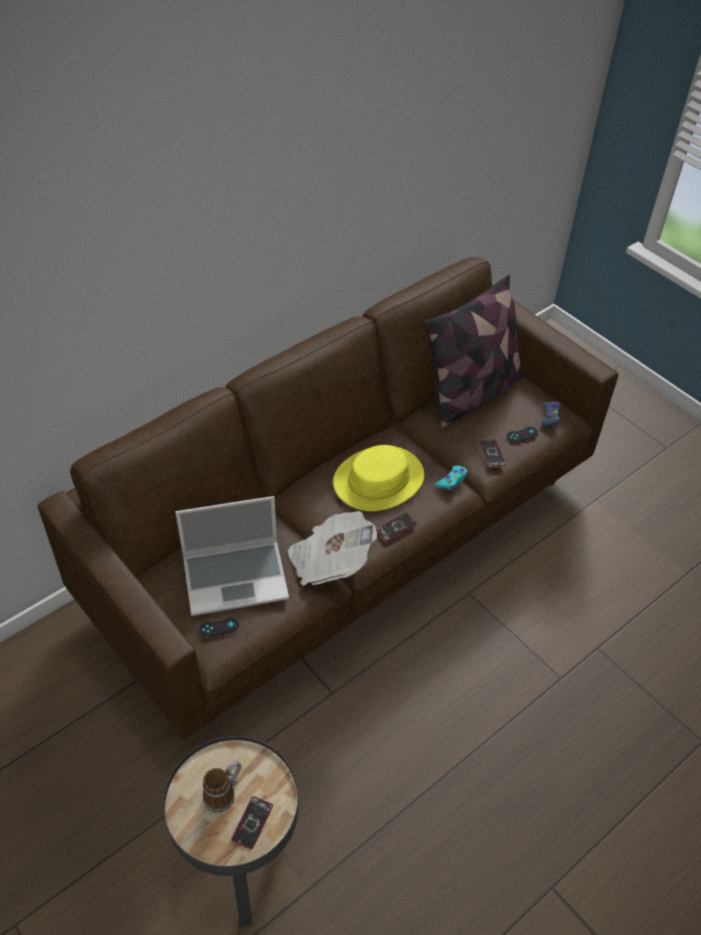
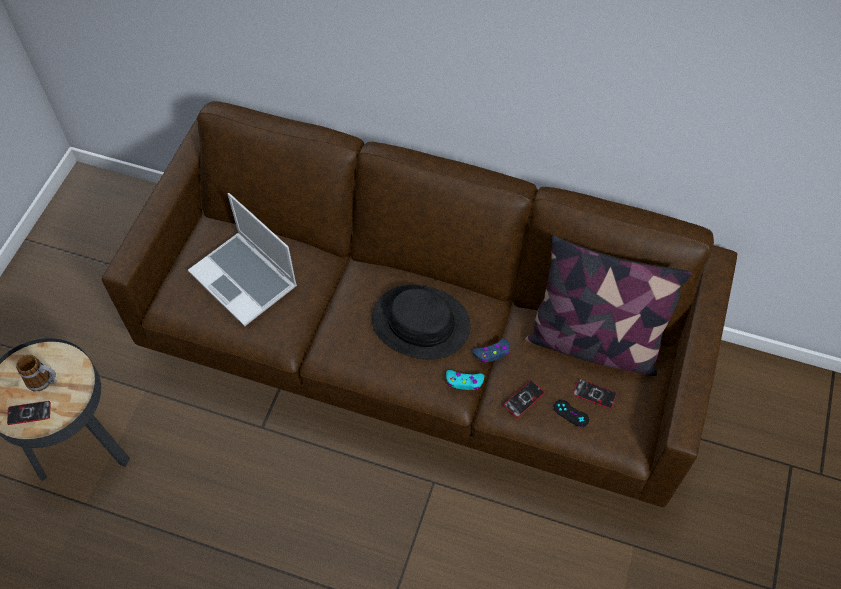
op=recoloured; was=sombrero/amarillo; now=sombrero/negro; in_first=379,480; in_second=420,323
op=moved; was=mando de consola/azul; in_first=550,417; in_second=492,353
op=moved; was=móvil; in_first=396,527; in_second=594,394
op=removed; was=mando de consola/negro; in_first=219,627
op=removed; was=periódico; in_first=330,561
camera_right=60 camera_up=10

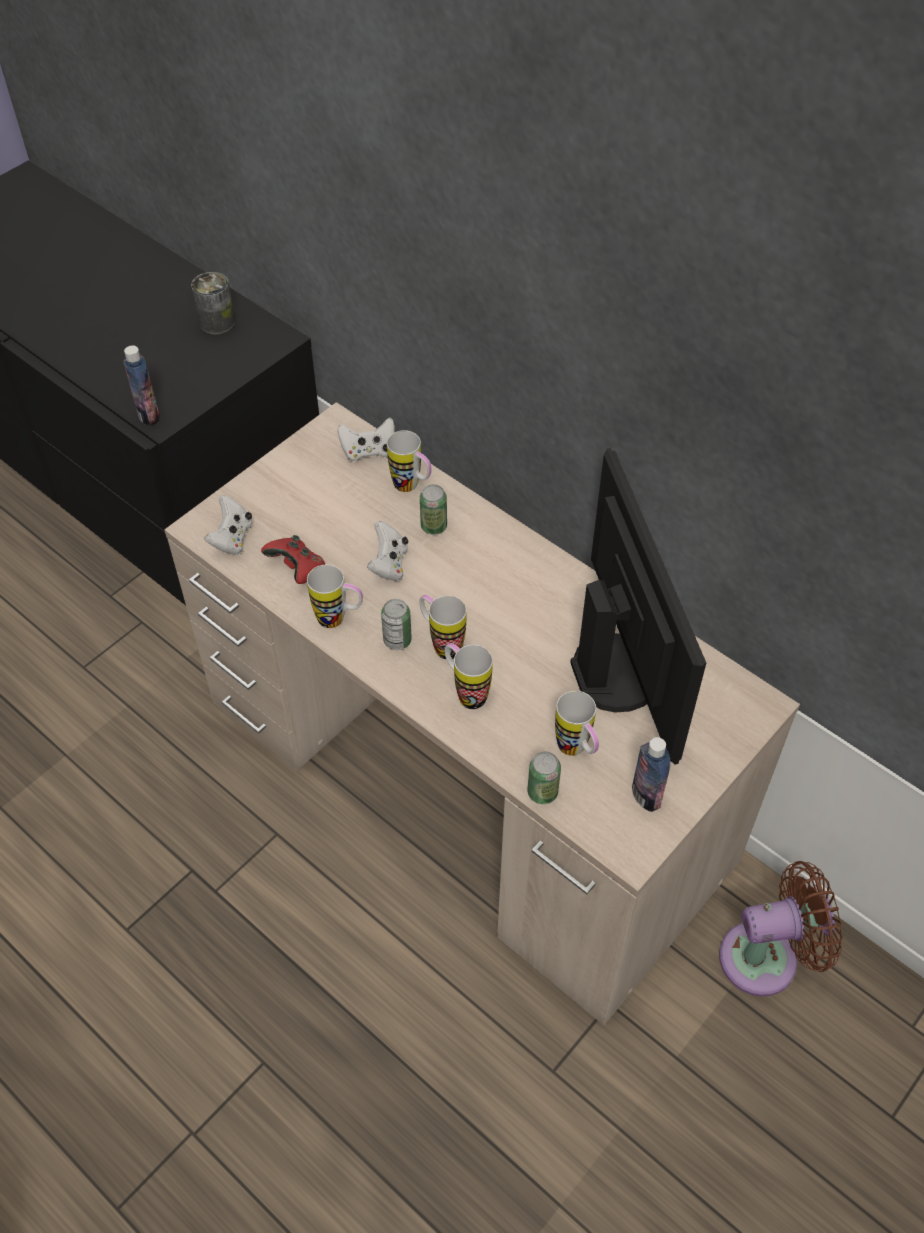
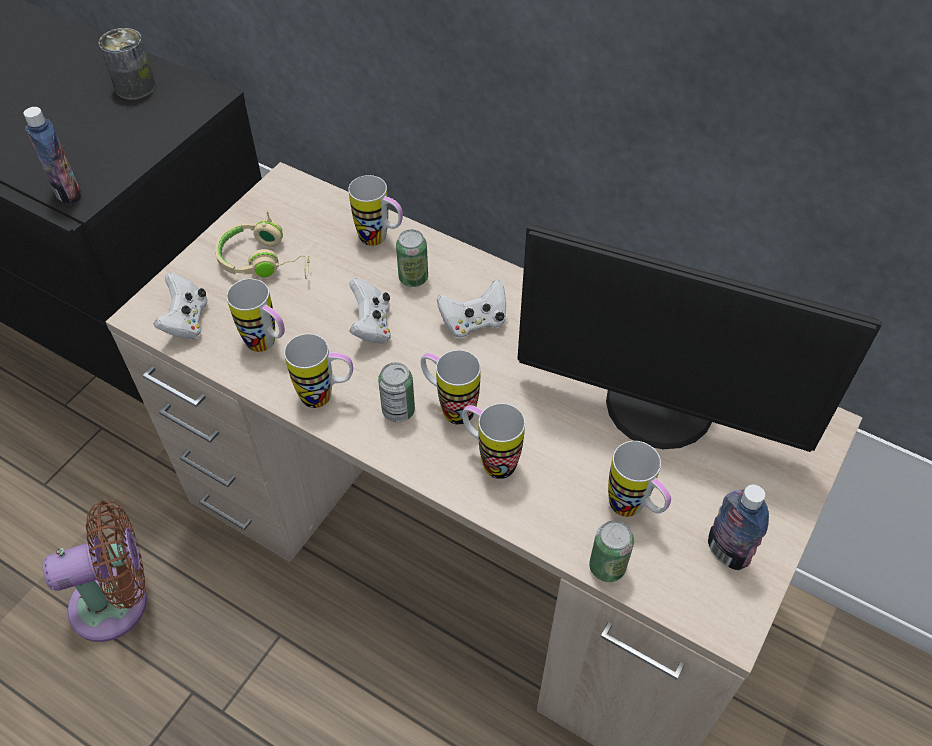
op=moved; was=ventilador/marrón; in_first=767,957; in_second=118,602
op=added; now=auriculares/beis; in_second=265,261
op=replaced; was=mando de consola/rojo; now=taza grande; in_first=297,569; in_second=268,345
op=moved; was=mando de consola/blanco; in_first=368,451; in_second=474,322
op=turned; was=monitor; in_first=620,671; in_second=658,409; clockwise=135
camera_right=-10 camera_up=0

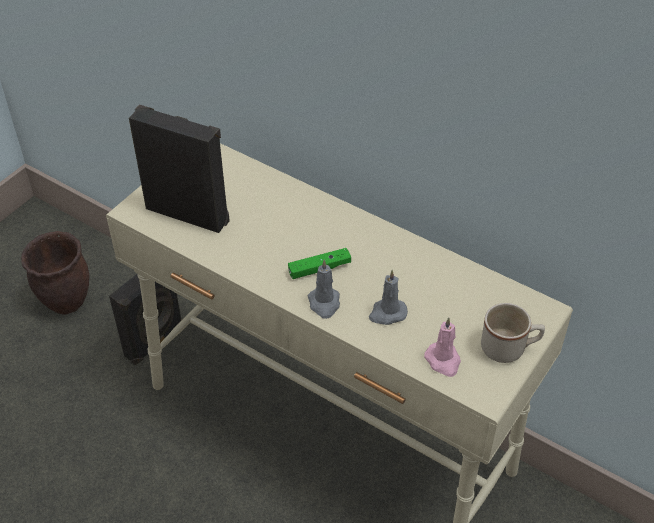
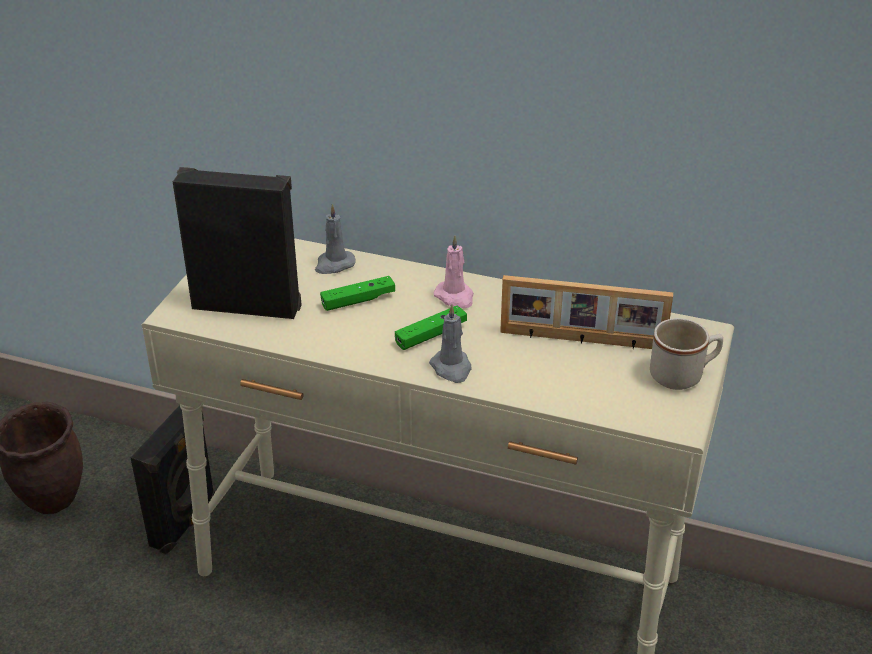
op=moved; was=vela/gris; in_first=387,313; in_second=334,264
op=added; now=mando de consola/verde; in_second=358,300
op=moved; was=vela/rosa; in_first=443,361; in_second=455,297
op=added; now=portarretratos; in_second=582,341
camera_right=-15 camera_up=-10

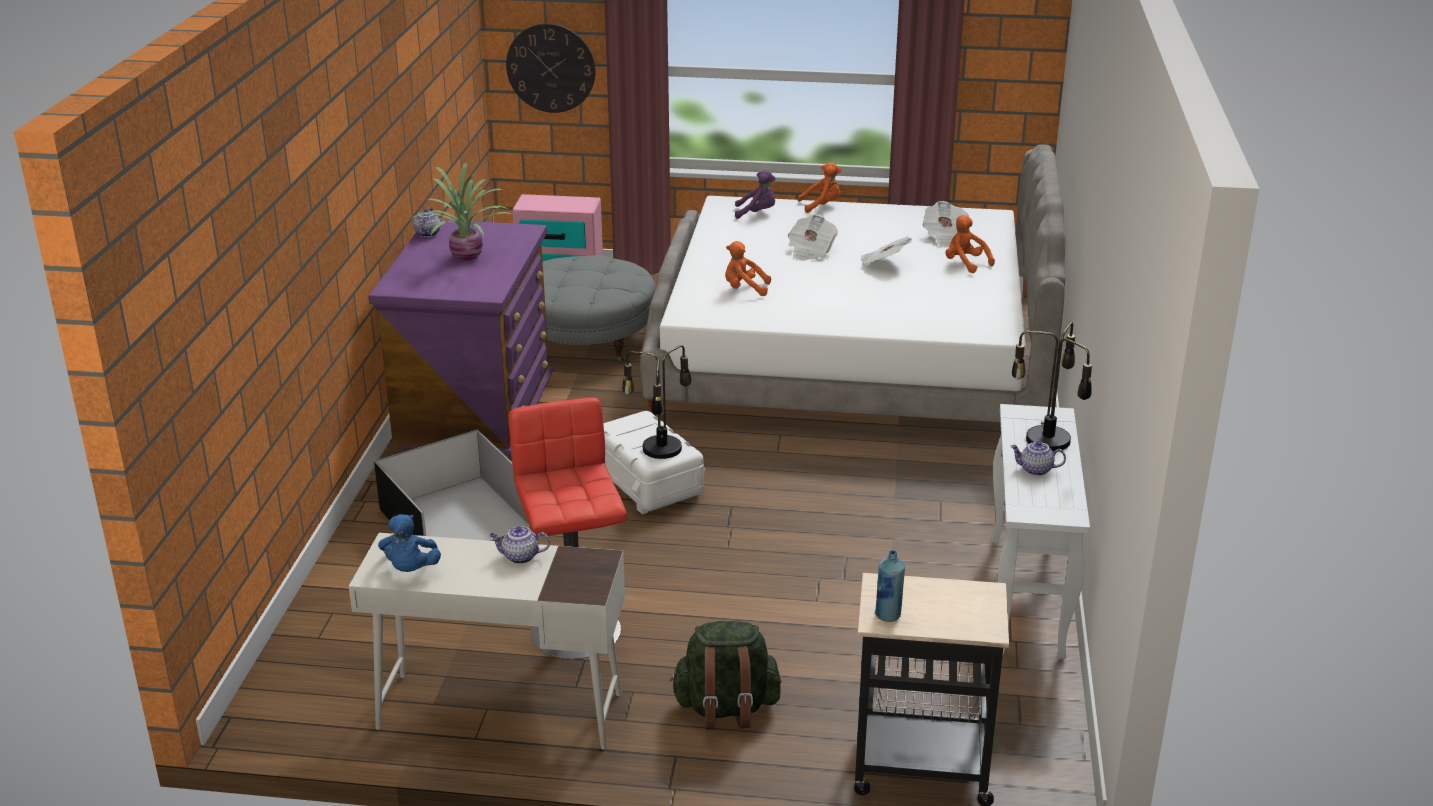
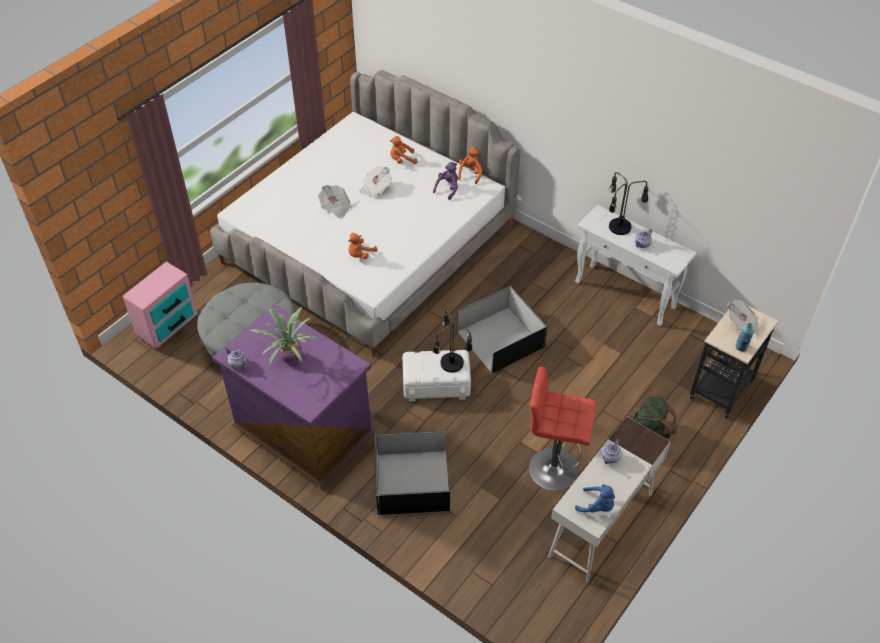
op=moved; was=peluche/morado; in_first=757,213; in_second=448,188
op=added; now=caja de almacenaje/negro; in_second=499,338
op=moved; was=peluche/naranja; in_first=821,206; in_second=470,173
op=moved; was=periódico; in_first=945,237; in_second=742,324
op=removed; was=reloj de pared; in_first=551,68
camera_right=-60 camera_up=20

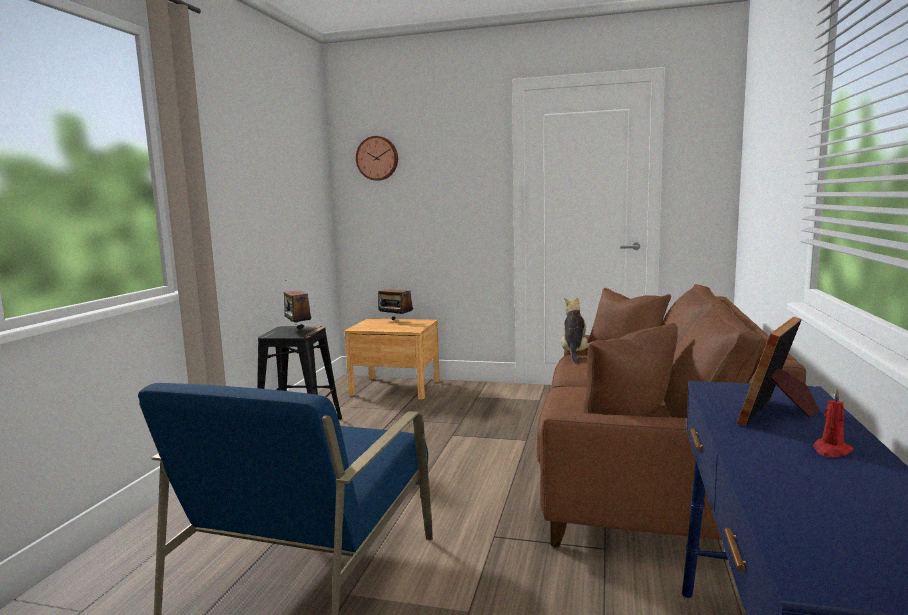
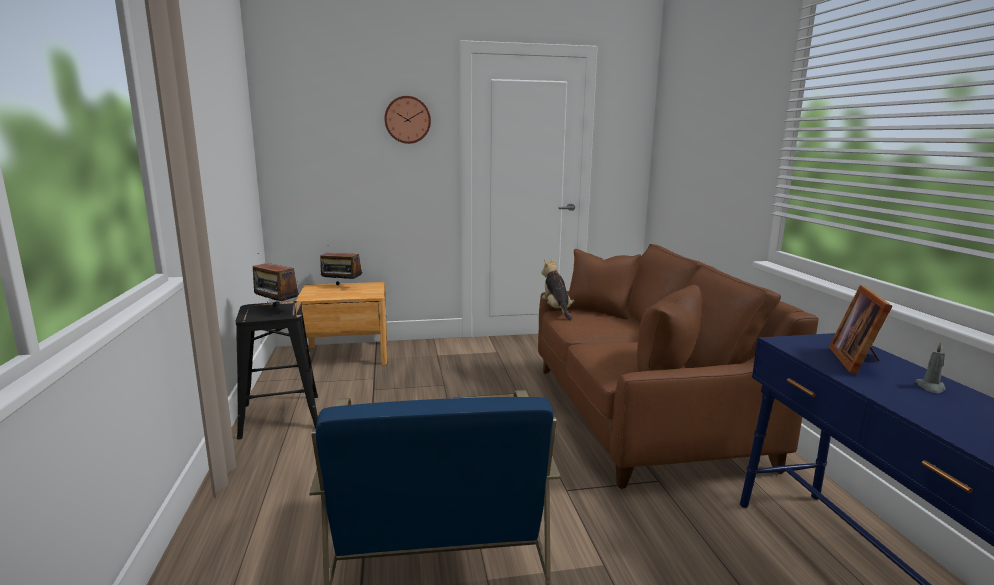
op=moved; was=reloj de pared; in_first=377,158; in_second=407,120
op=recoloured; was=vela/rojo; now=vela/gris; in_first=831,450; in_second=930,387
camera_right=-25 camera_up=5

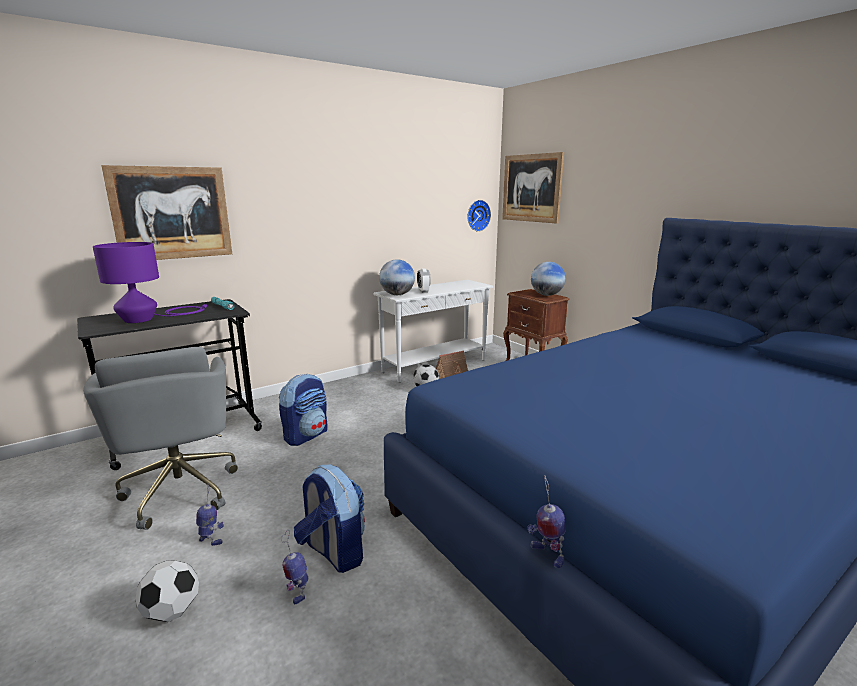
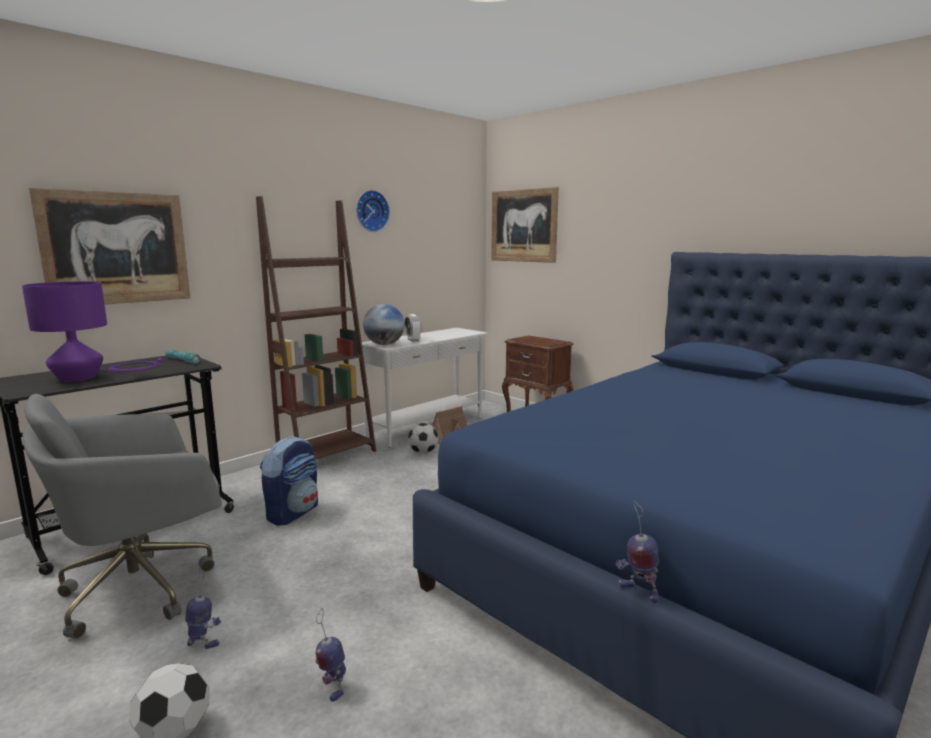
op=turned; was=silla de oficina/gris; in_first=180,490; in_second=145,589; clockwise=90
op=added; now=estantería/marrón; in_second=327,455
op=moved; was=reloj de pared; in_first=477,215; in_second=371,211
op=removed; was=mochila; in_first=333,552
op=removed; was=globo terráqueo; in_first=546,295
camera_right=-10 camera_up=-5

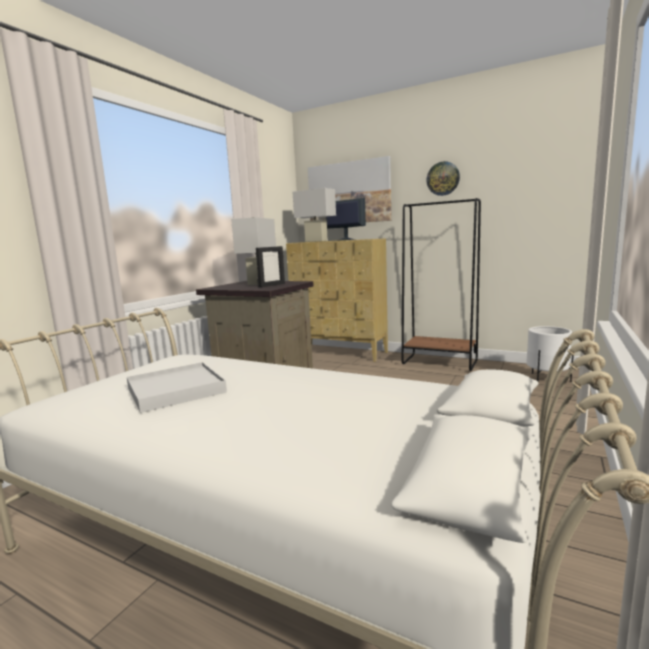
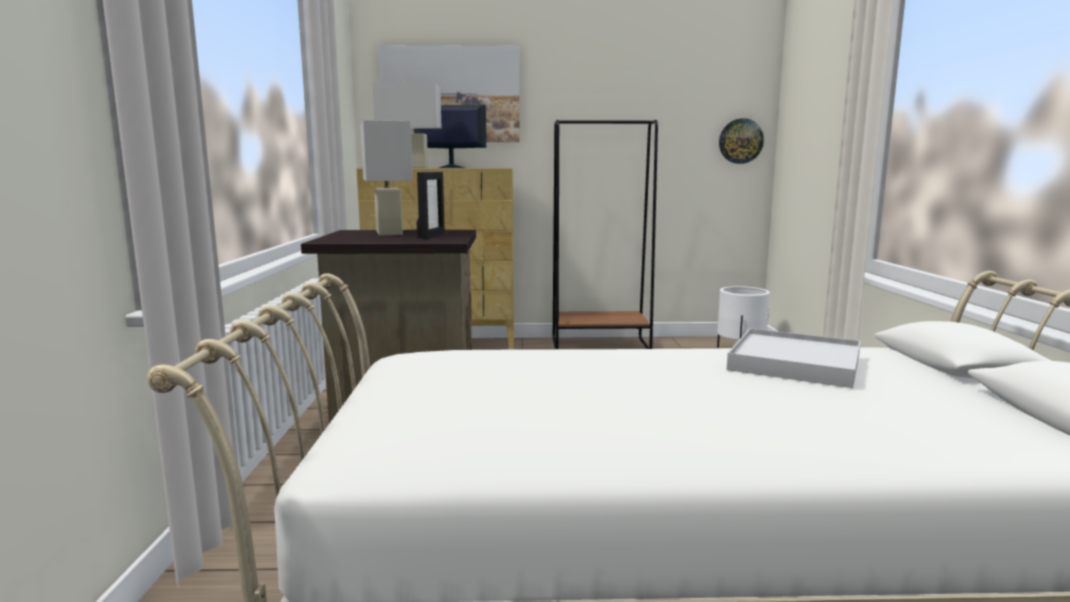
op=moved; was=reloj de pared; in_first=443,178; in_second=740,141
op=moved; was=bandeja/blanco; in_first=175,390; in_second=795,363
camera_right=-30 camera_up=0

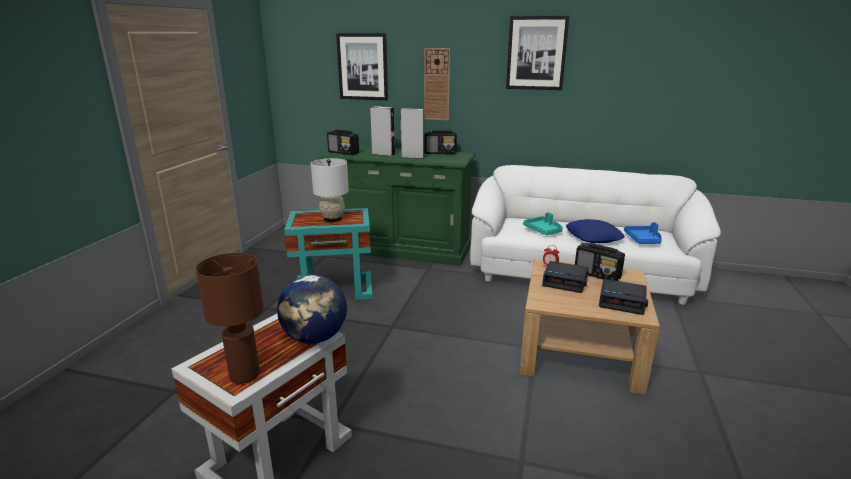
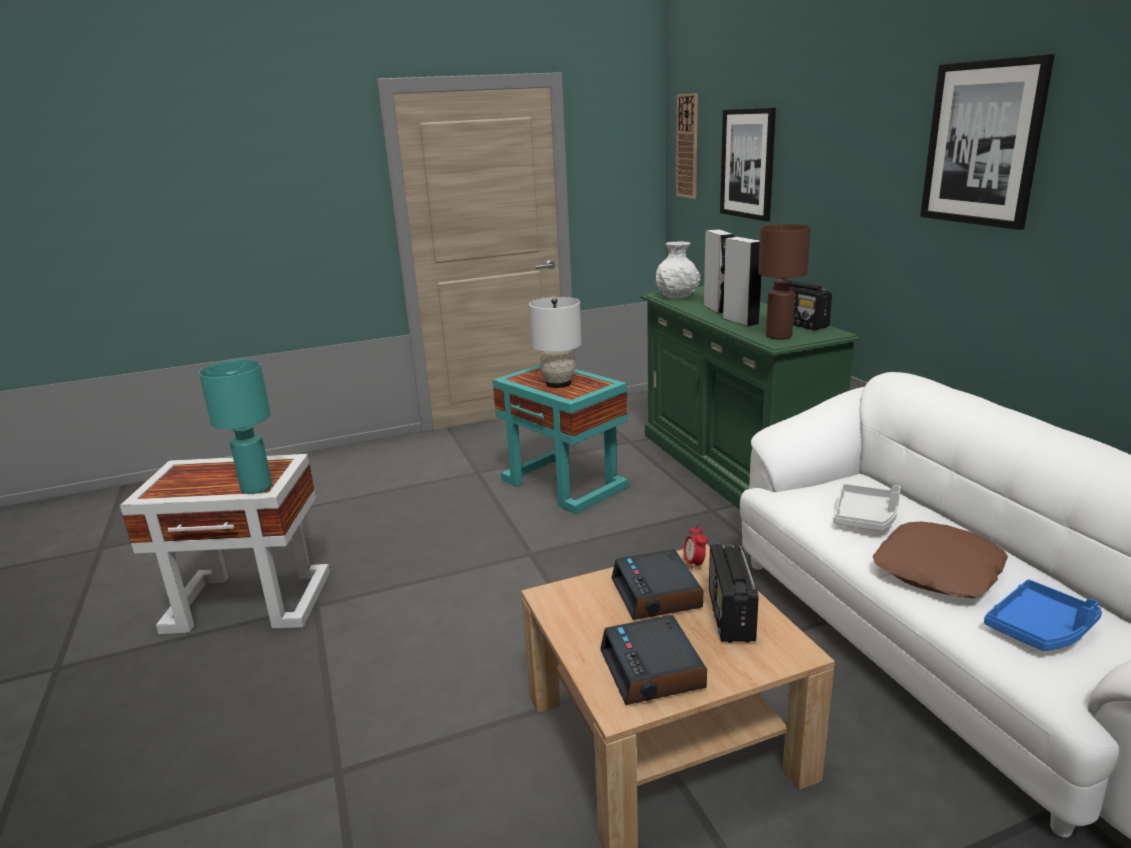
op=replaced; was=globo terráqueo; now=lámpara de mesa/turquesa; in_first=315,338; in_second=257,488
op=replaced; was=radio; now=florero/blanco; in_first=343,153; in_second=678,297
op=moved; was=reloj de pared; in_first=437,84; in_second=687,146
op=moved; was=lámpara de mesa/marrón; in_first=244,375; in_second=778,336
op=recoloured; was=bandeja/turquesa; now=bandeja/gris; in_first=543,230; in_second=866,517
op=recoloured; was=cojín/azul; now=cojín/marrón; in_first=593,237; in_second=938,571
camera_right=55 camera_up=0

